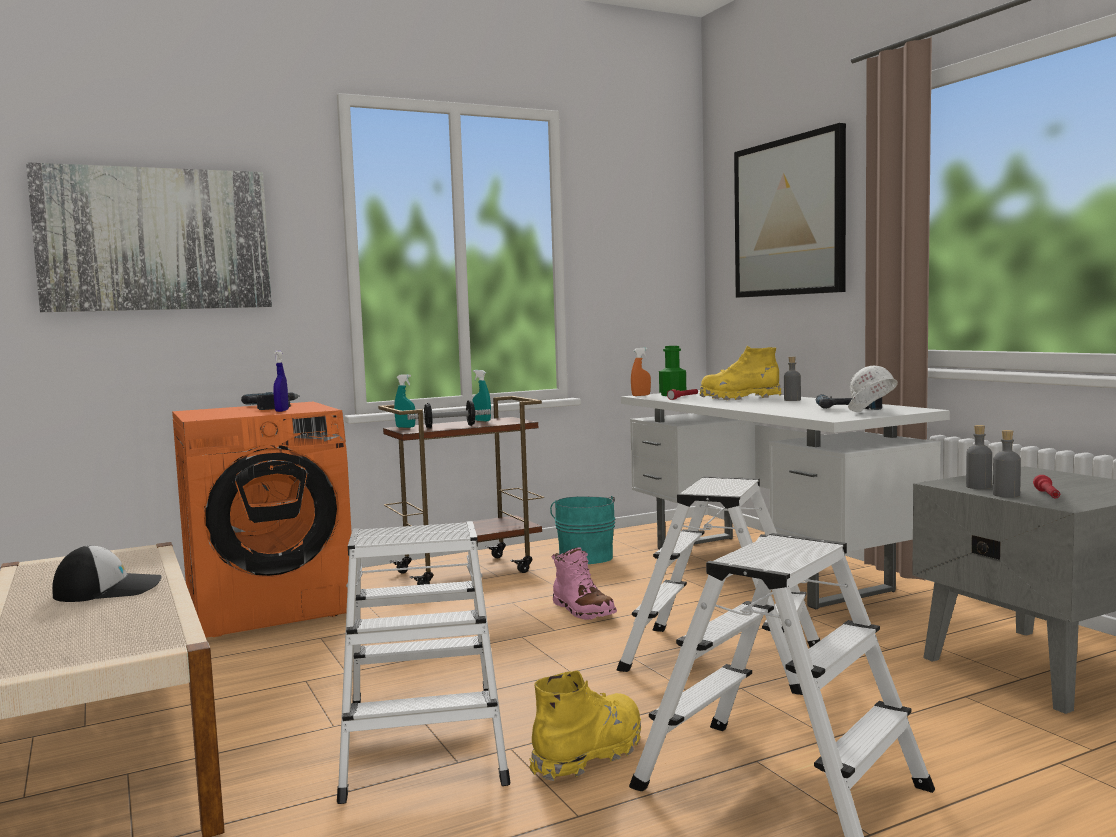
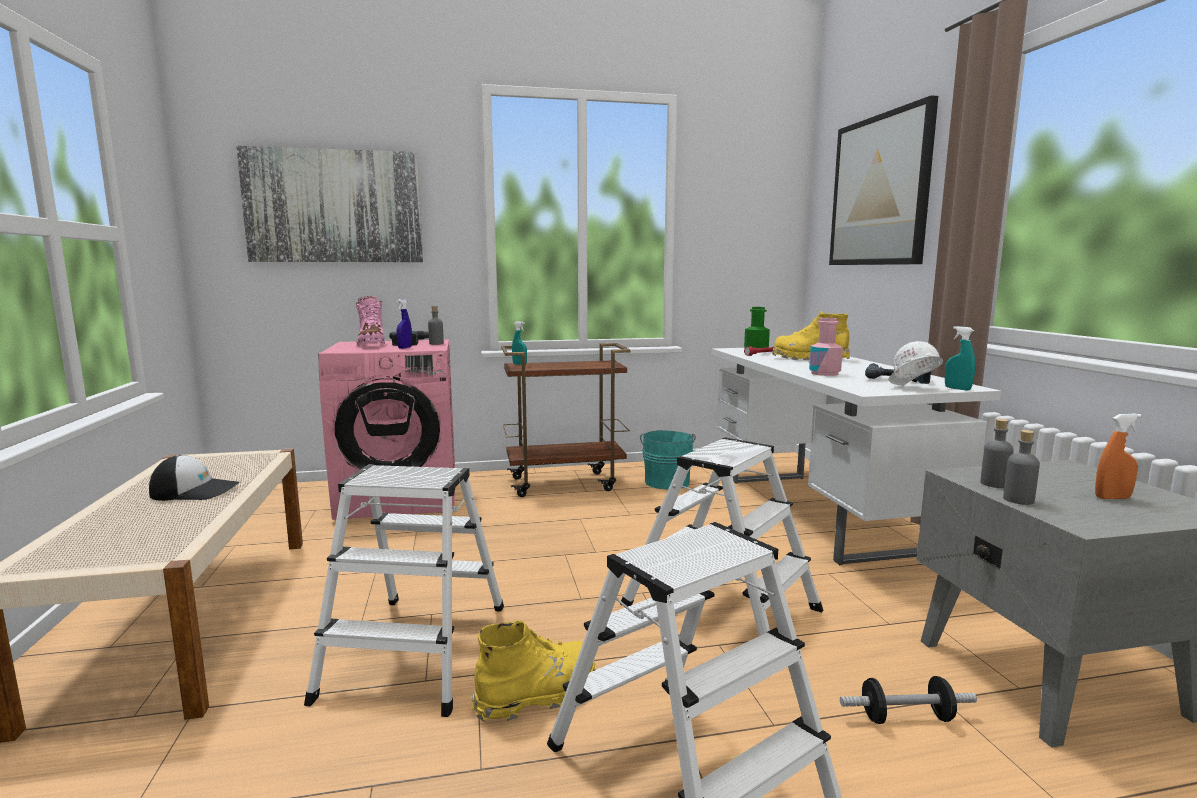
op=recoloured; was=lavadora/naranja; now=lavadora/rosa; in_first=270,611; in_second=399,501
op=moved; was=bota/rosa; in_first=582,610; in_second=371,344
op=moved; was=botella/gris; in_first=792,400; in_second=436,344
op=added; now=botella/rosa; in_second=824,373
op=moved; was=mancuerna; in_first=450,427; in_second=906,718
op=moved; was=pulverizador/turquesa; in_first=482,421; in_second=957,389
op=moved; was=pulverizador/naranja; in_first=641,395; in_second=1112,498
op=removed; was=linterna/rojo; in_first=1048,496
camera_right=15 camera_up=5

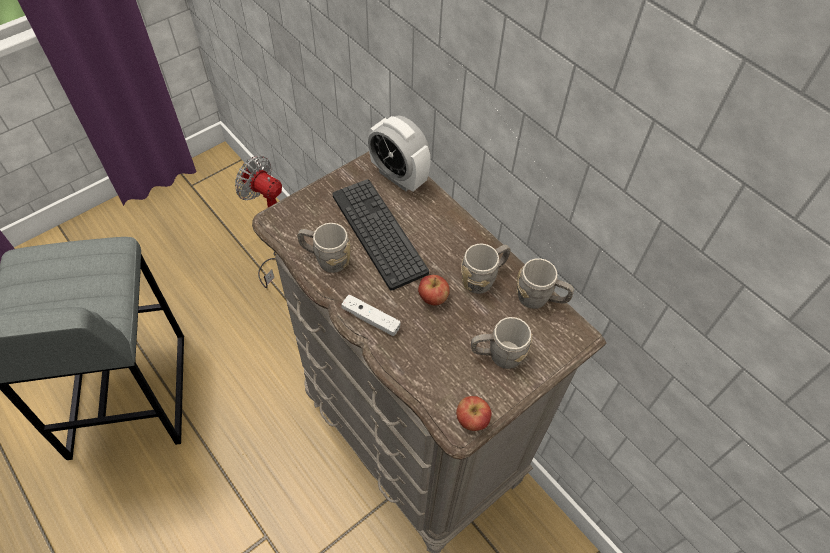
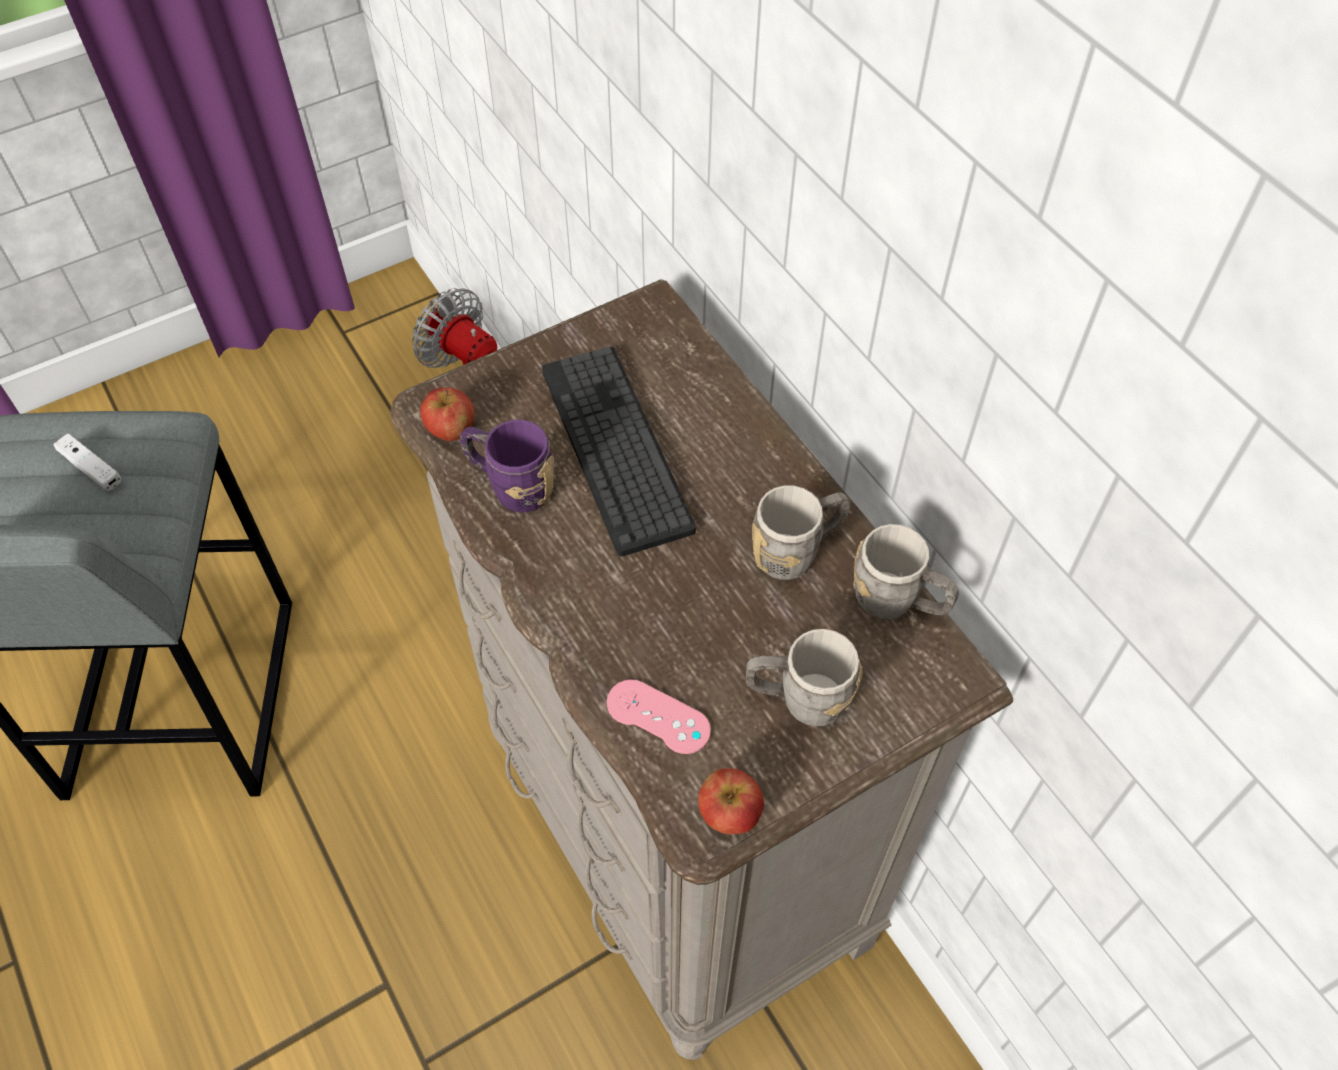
op=moved; was=mando de consola/blanco; in_first=371,319; in_second=91,468
op=moved; was=manzana; in_first=433,298; in_second=451,430
op=recoloured; was=taza grande/gris; now=taza grande/morado; in_first=326,259; in_second=511,486
op=added; now=mando de consola/rosa; in_second=658,717
op=removed; was=despertador; in_first=398,176
camera_right=10 camera_up=0

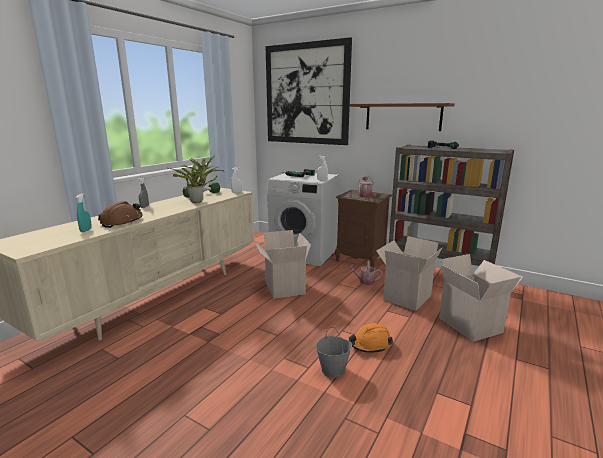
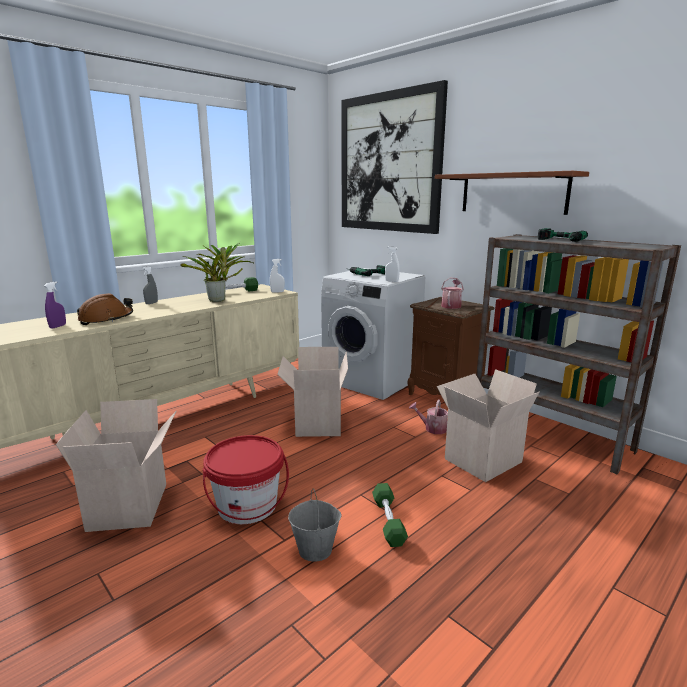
op=recoloured; was=pulverizador/turquesa; now=pulverizador/morado; in_first=86,230; in_second=58,326
op=moved; was=caja de cartón; in_first=472,325; in_second=131,507
op=added; now=cubo/rojo; in_second=247,505
op=replaced; was=casco/naranja; now=mancuerna/verde; in_first=370,344; in_second=388,521
camera_right=15 camera_up=0

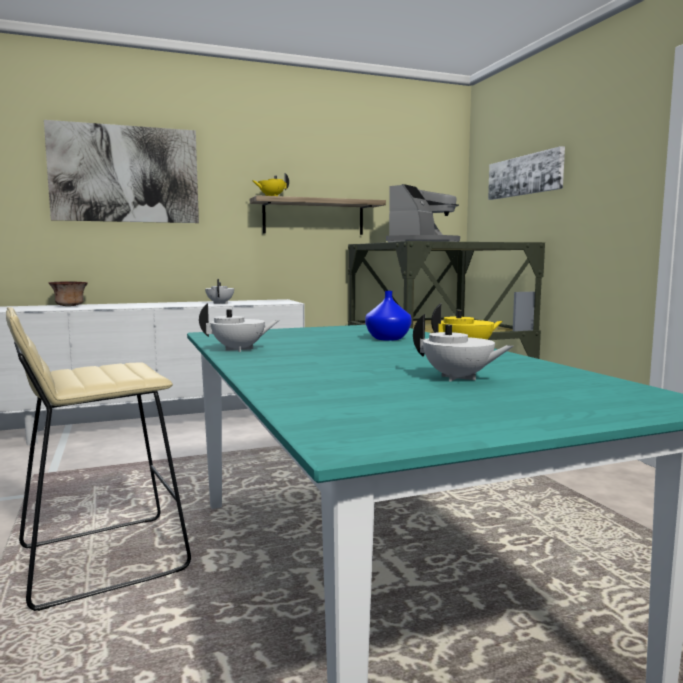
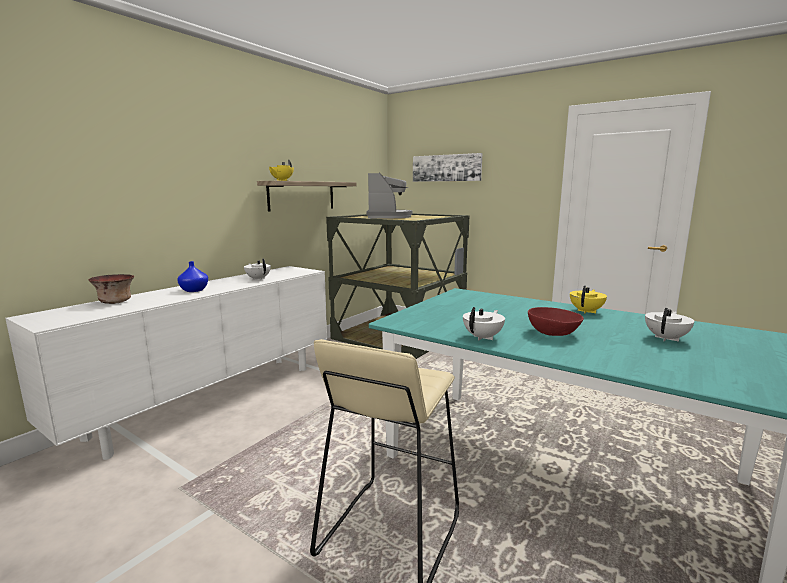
op=moved; was=florero/azul; in_first=389,339; in_second=195,290
op=added; now=cuenco/rojo; in_second=553,333
op=turned; was=tetera/blanco; in_first=458,378; in_second=666,338; clockwise=-45
op=removed; was=cuadro; in_first=125,174
camera_right=-35 camera_up=5

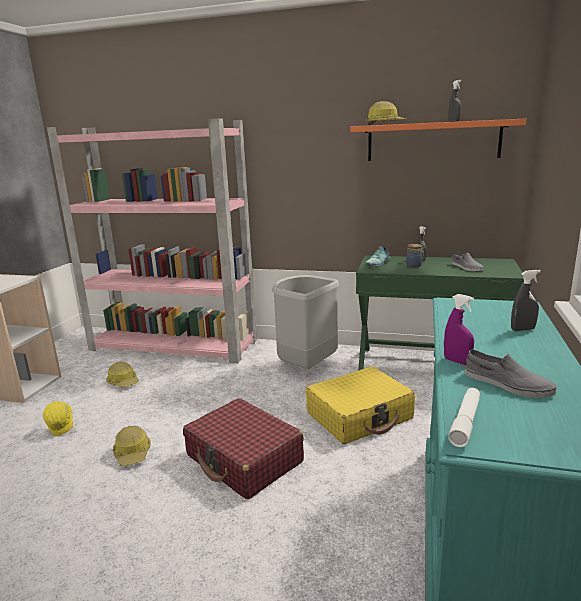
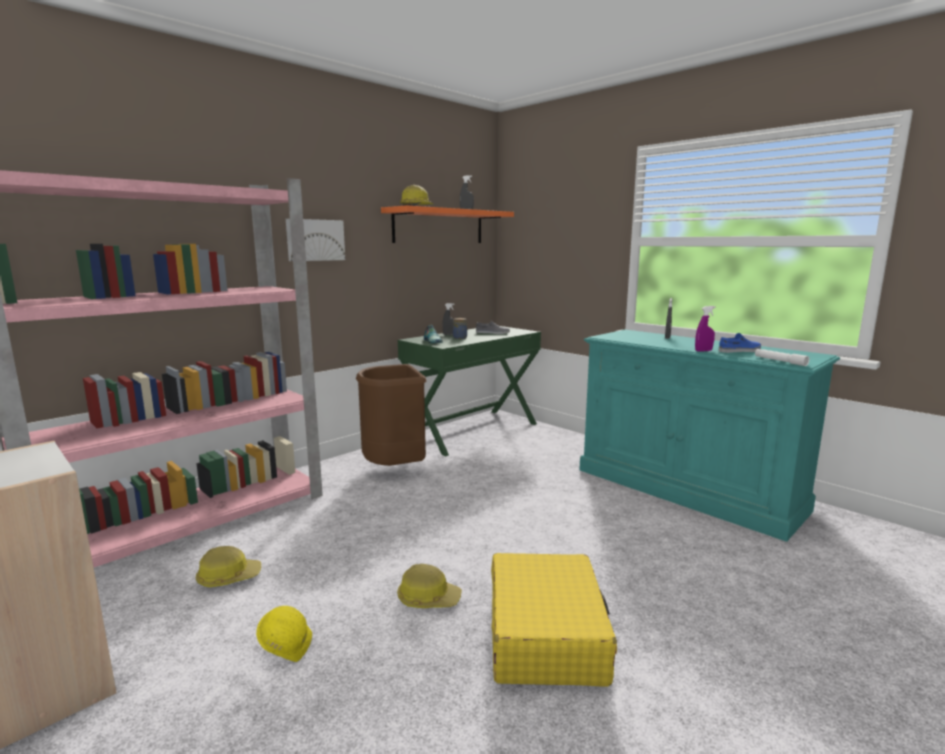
op=added; now=cuadro; in_second=315,240
op=recoloured; was=papelera/gris; now=papelera/marrón; in_first=306,368; in_second=394,469
op=moved; was=maleta/amarillo; in_first=360,416; in_second=546,634
op=recoloured; was=zapato/gris; now=zapato/azul; in_first=507,384; in_second=740,351
op=removed; was=maleta/rojo; in_first=244,459
camera_right=-60 camera_up=-5

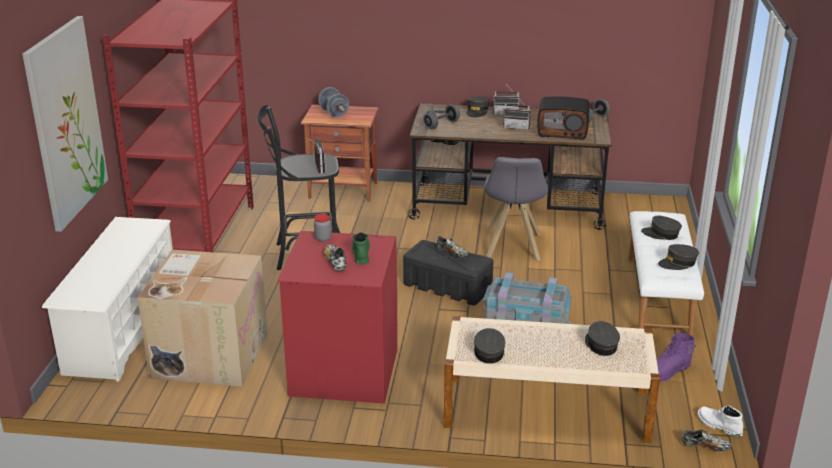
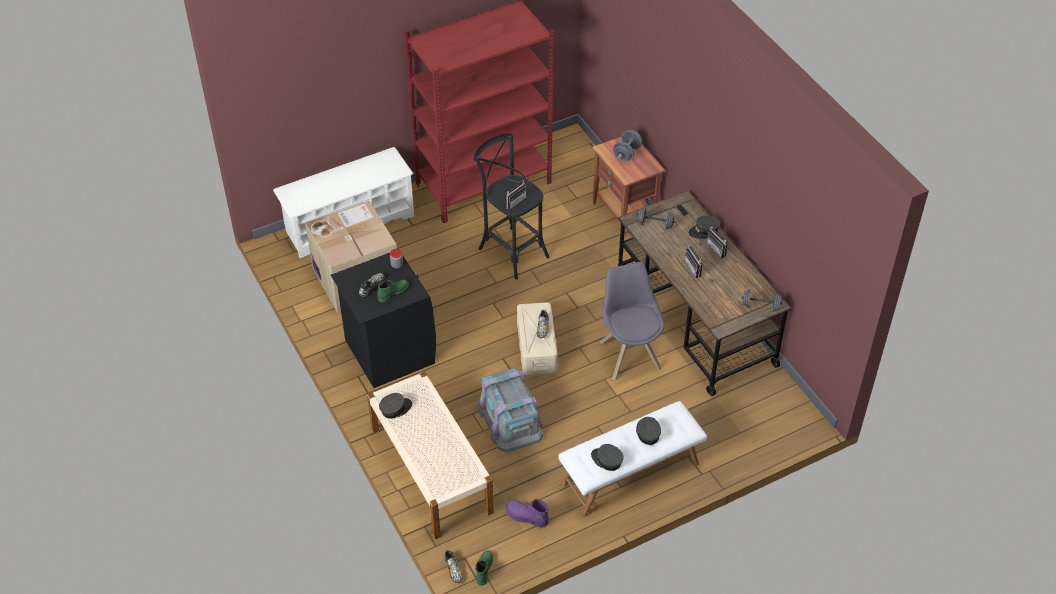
op=recoloured; was=lavadora/rojo; now=lavadora/negro; in_first=342,373; in_second=388,351
op=recoloured; was=bota/blanco; now=bota/verde; in_first=718,426; in_second=483,569
op=recoloured; was=caja de almacenaje/negro; now=caja de almacenaje/beis; in_first=447,286; in_second=536,347
op=turned; was=silla/gris; in_first=512,247; in_second=629,355; clockwise=105
op=removed; was=cuadro; in_first=66,122
op=removed; was=radio; in_first=563,132
op=removed; was=gorra/gris; in_first=600,345
camera_right=55 camera_up=20

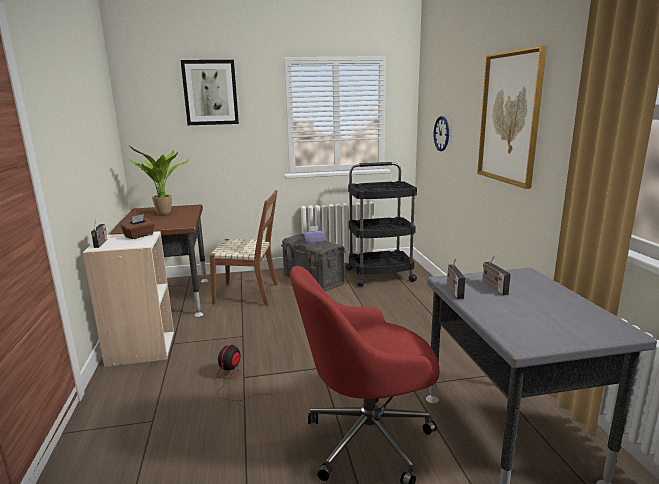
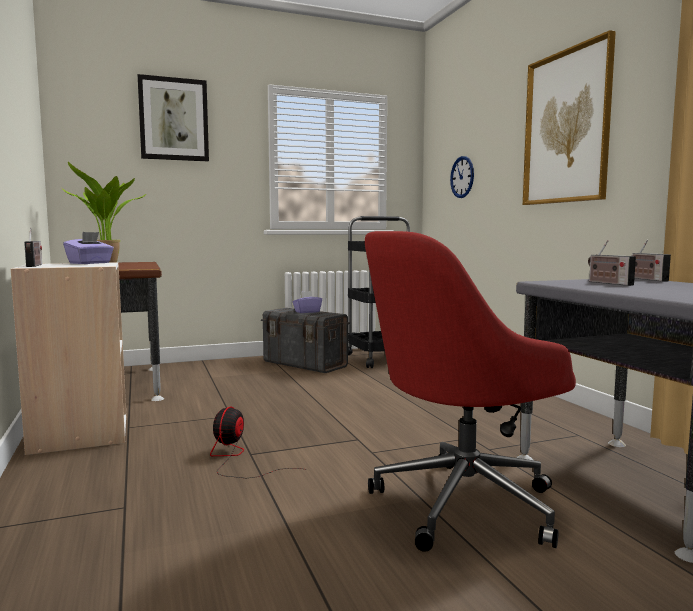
op=recoloured; was=caja de pañuelos/marrón; now=caja de pañuelos/morado; in_first=139,236; in_second=90,263
op=moved; was=radio; in_first=453,290; in_second=646,279
op=removed; was=silla; in_first=250,294
camera_right=-10 camera_up=-10

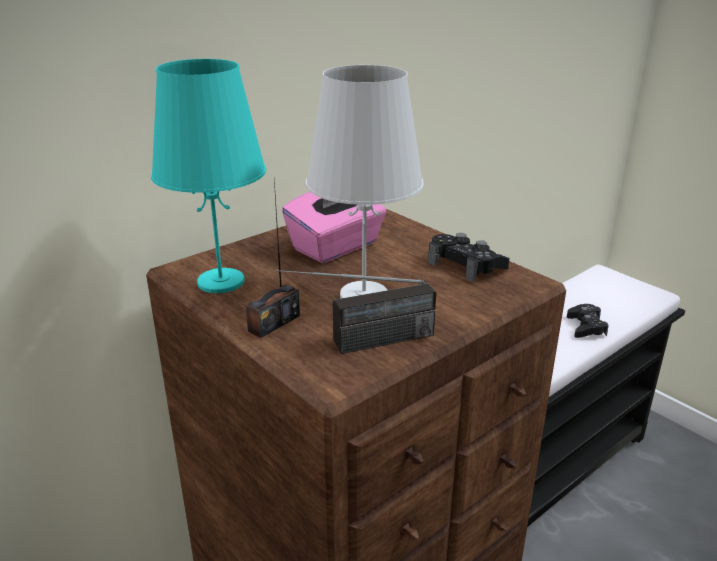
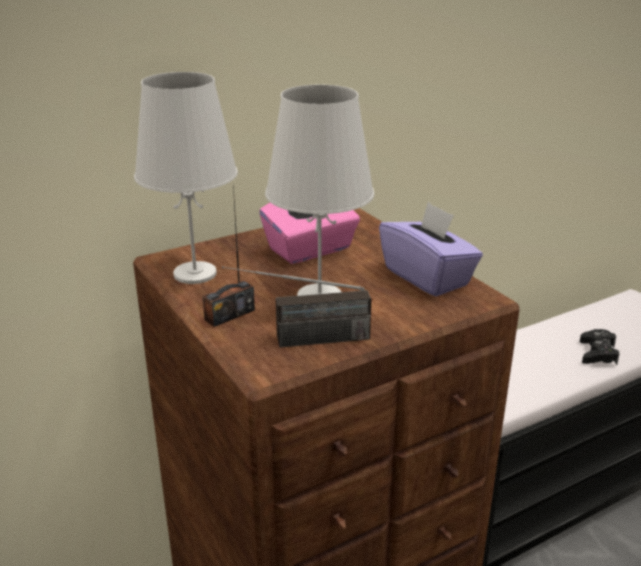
op=recoloured; was=lámpara de mesa/turquesa; now=lámpara de mesa/blanco; in_first=221,281; in_second=195,273
op=replaced; was=mando de consola/negro; now=caja de pañuelos/morado; in_first=466,265; in_second=427,277
camera_right=10 camera_up=0

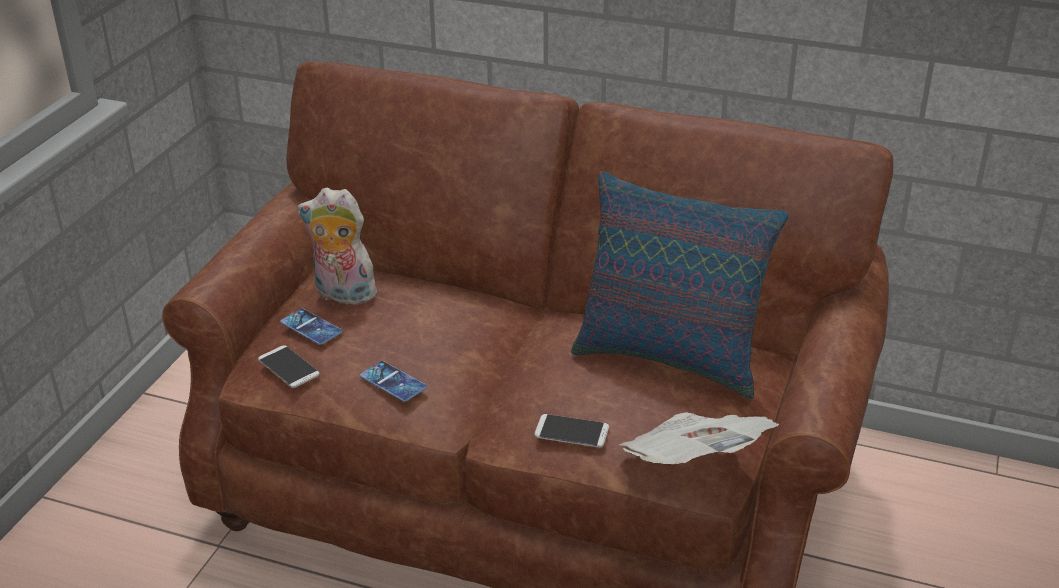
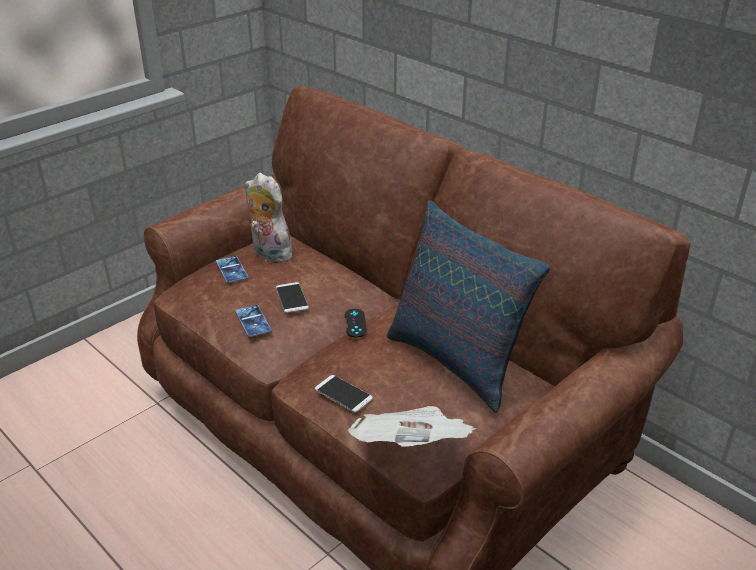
op=moved; was=móvil; in_first=288,367; in_second=292,298
op=added; now=mando de consola/negro; in_second=355,323
camera_right=25 camera_up=0

